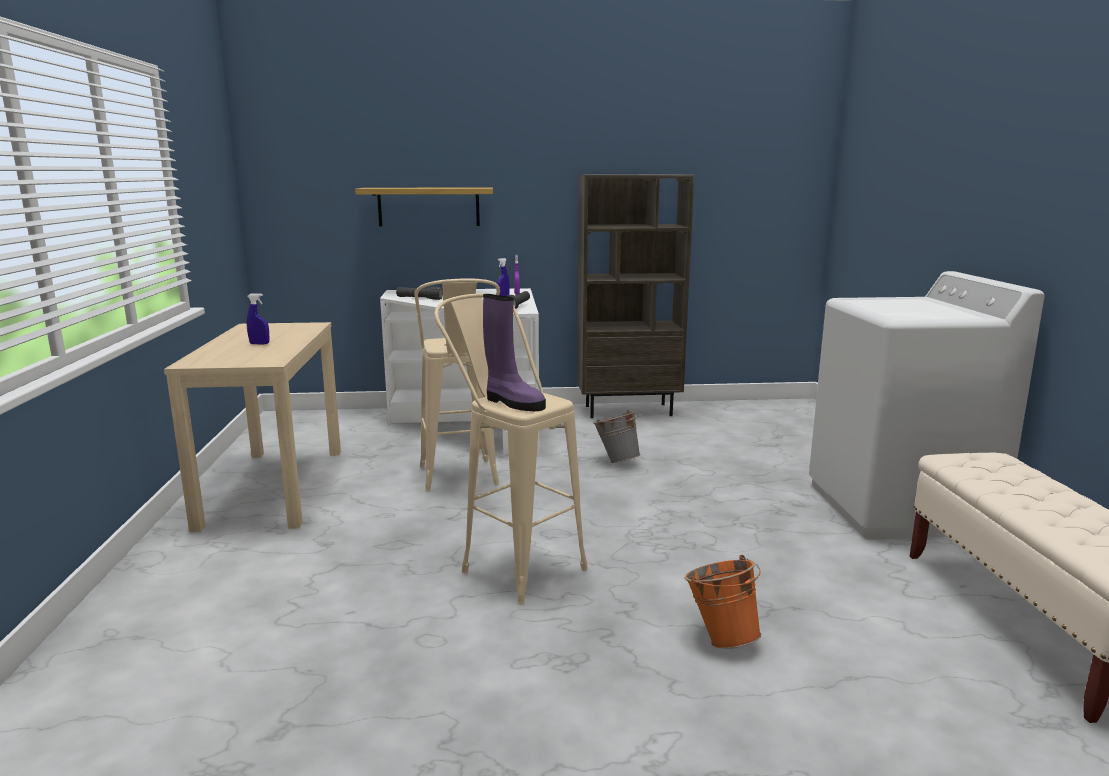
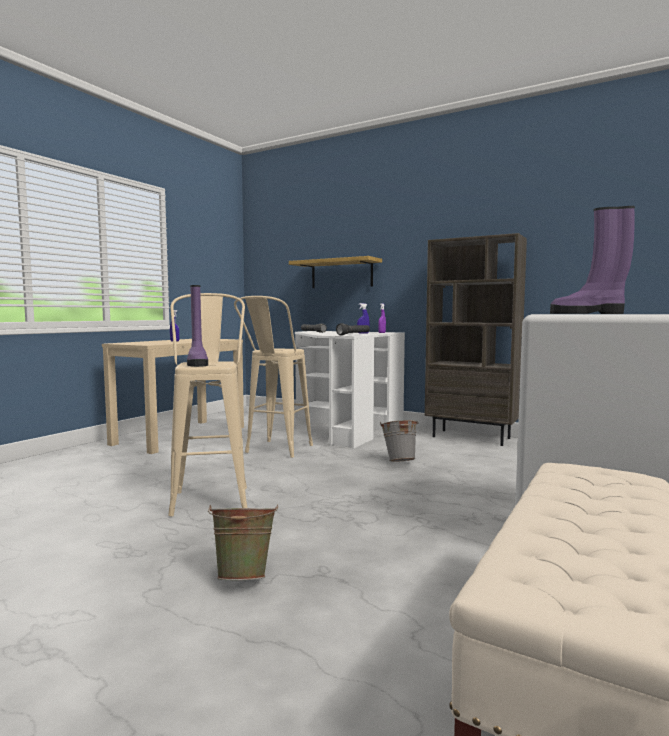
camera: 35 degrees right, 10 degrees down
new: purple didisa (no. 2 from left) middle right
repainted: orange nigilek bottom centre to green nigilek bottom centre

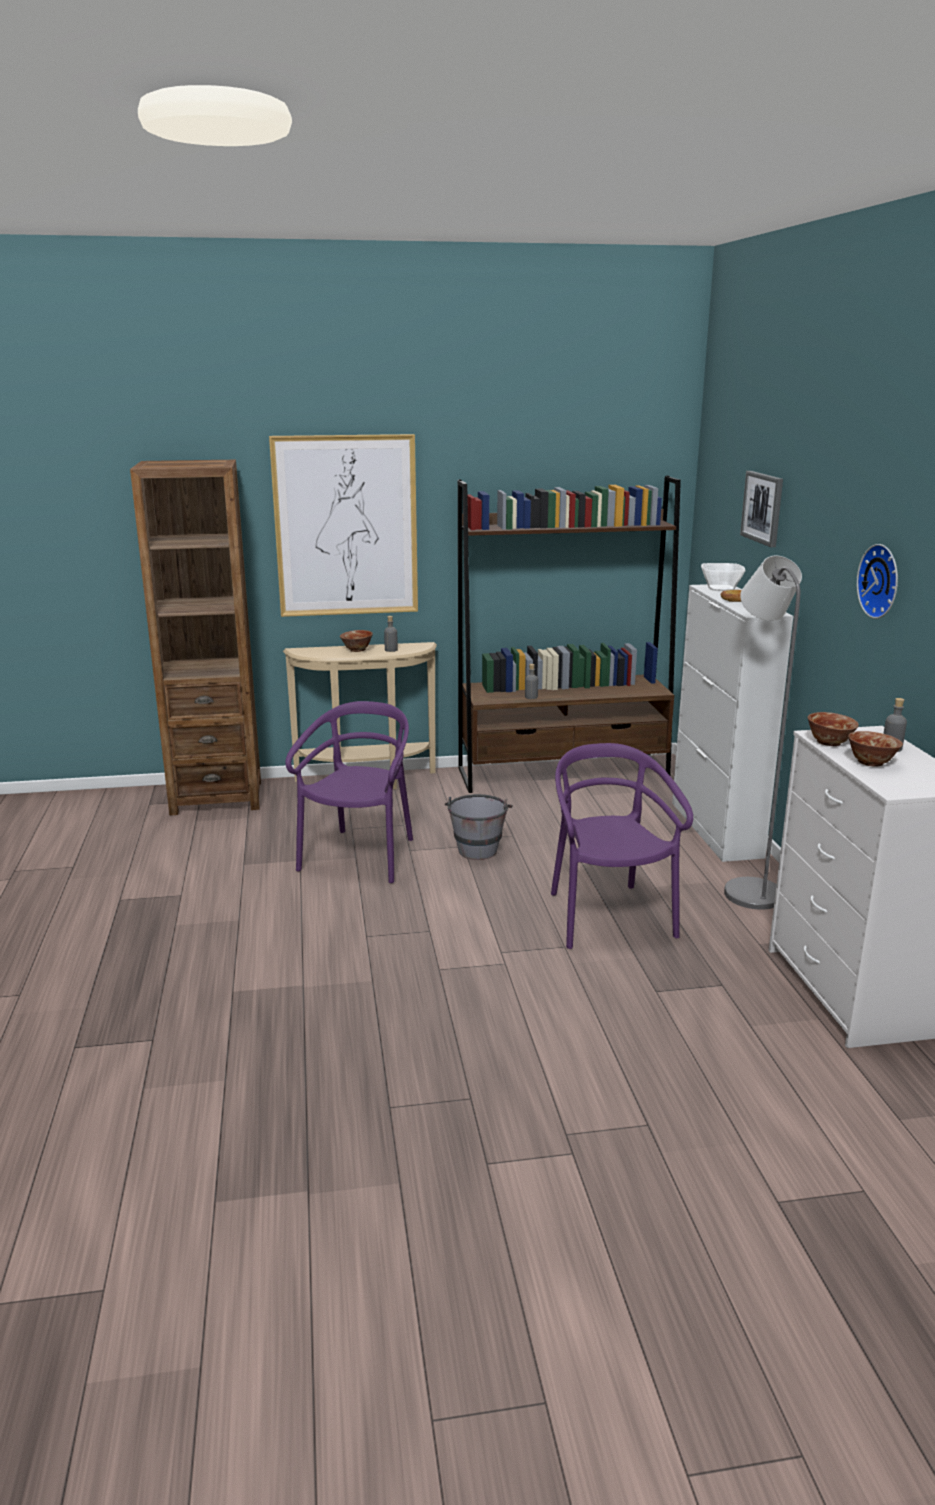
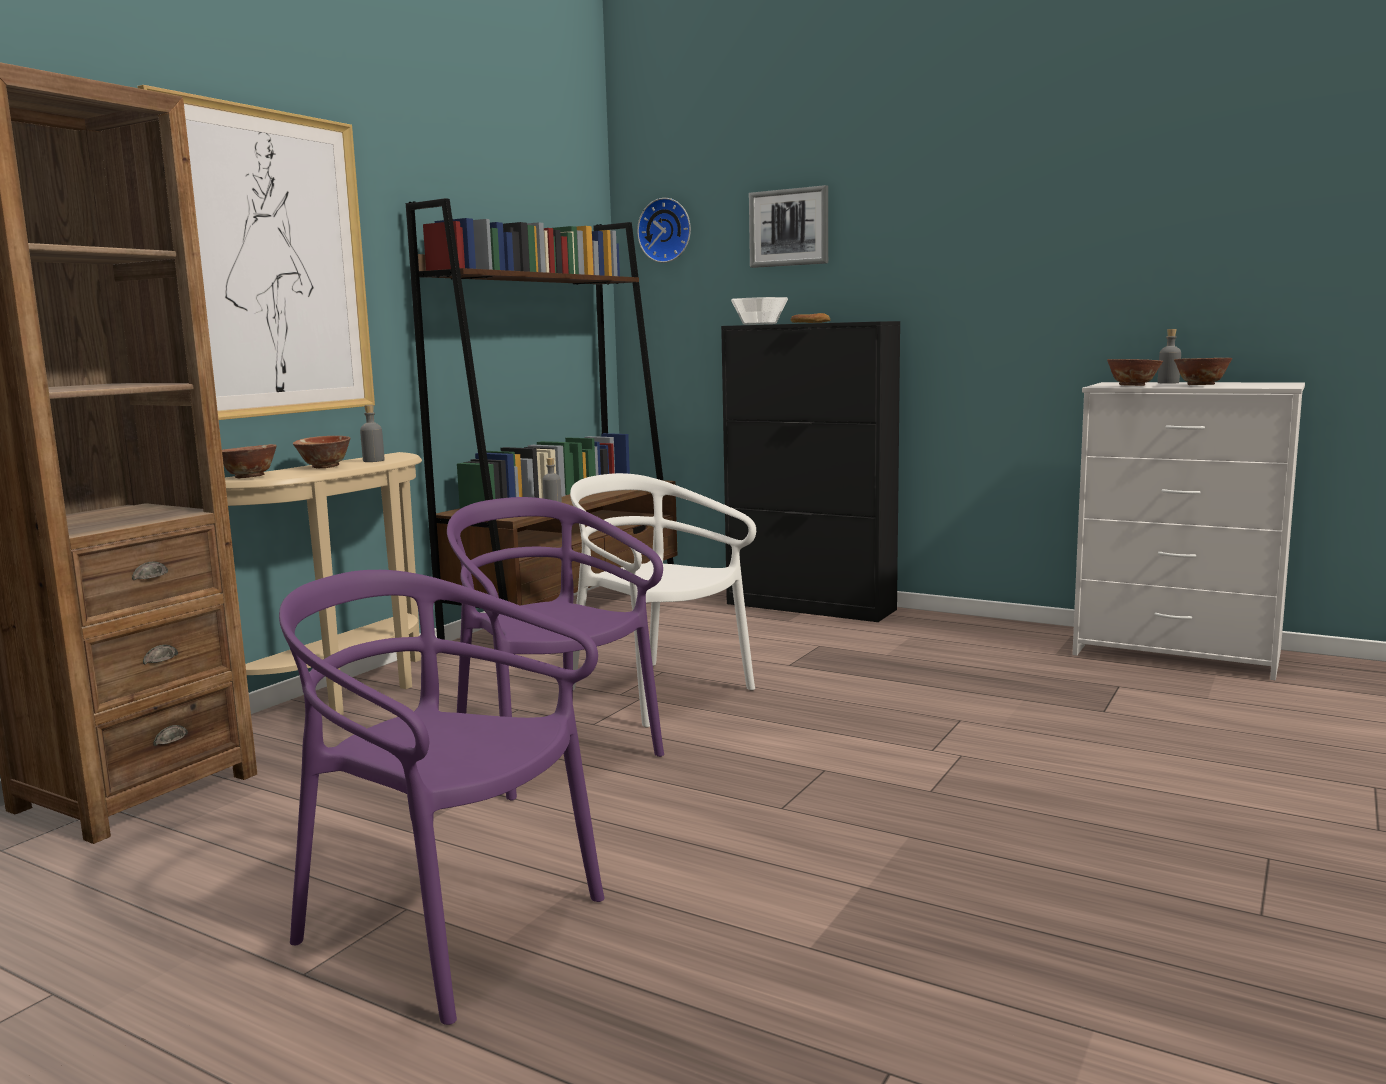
camera: 50 degrees left, 10 degrees down
gone: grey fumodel middle right
new: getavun (no. 1 from left) middle left
shifted: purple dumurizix (no. 2 from left in the first image) centre to purple dumurizix (no. 1 from left) bottom left; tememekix middle right to top centre
swapped: grey nigilek centre to white dumurizix centre
repainted: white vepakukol middle right to black vepakukol centre

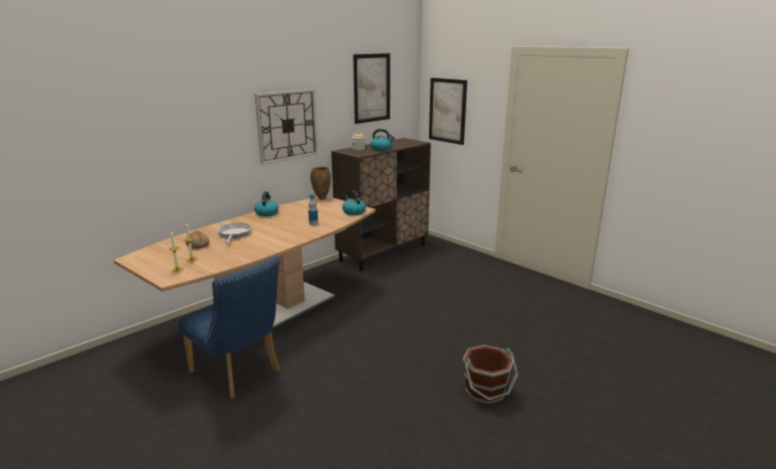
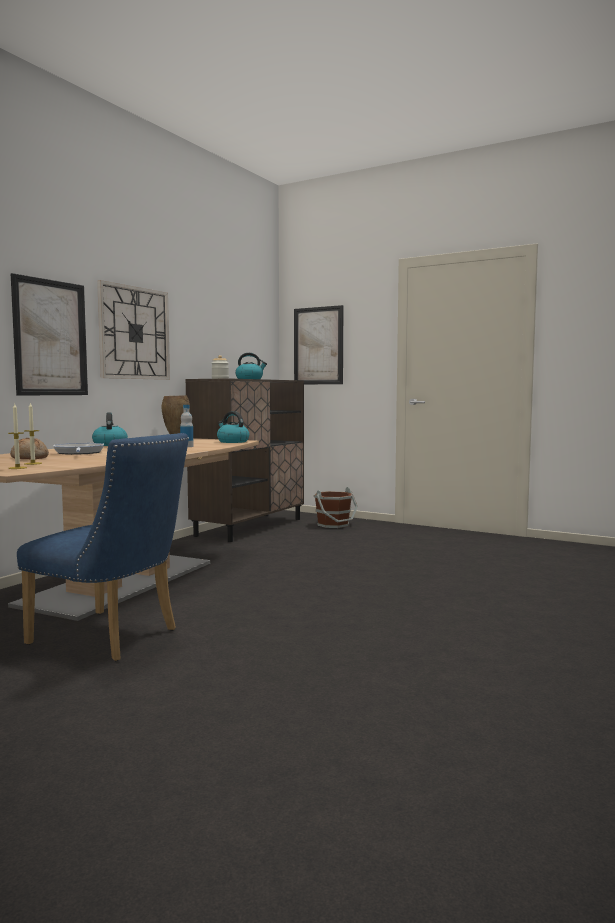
camera: 15 degrees left, 15 degrees down
shifted: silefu (no. 1 from left) top centre to middle left; brown nigilek bottom centre to centre

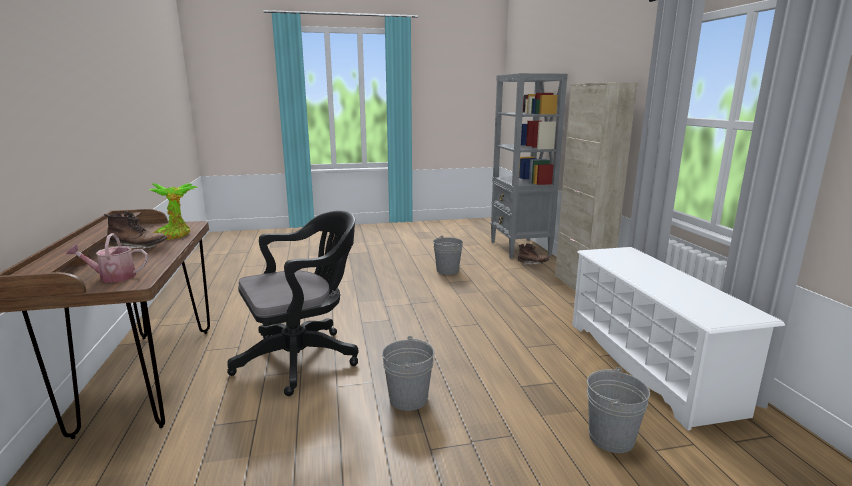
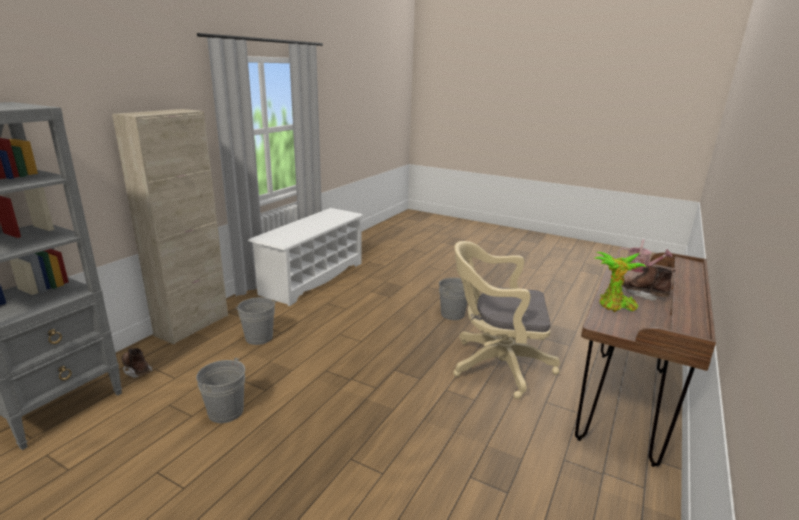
camera: 140 degrees left, 5 degrees up
shifted: grey nigilek (no. 3 from left in the first image) bottom right to grey nigilek (no. 2 from left) middle left
repainted: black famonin centre to beige famonin centre

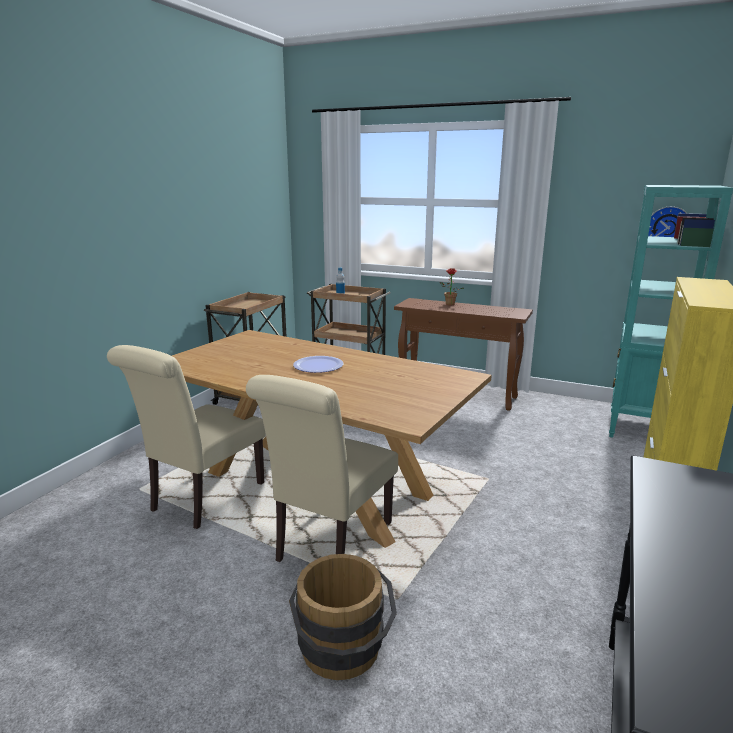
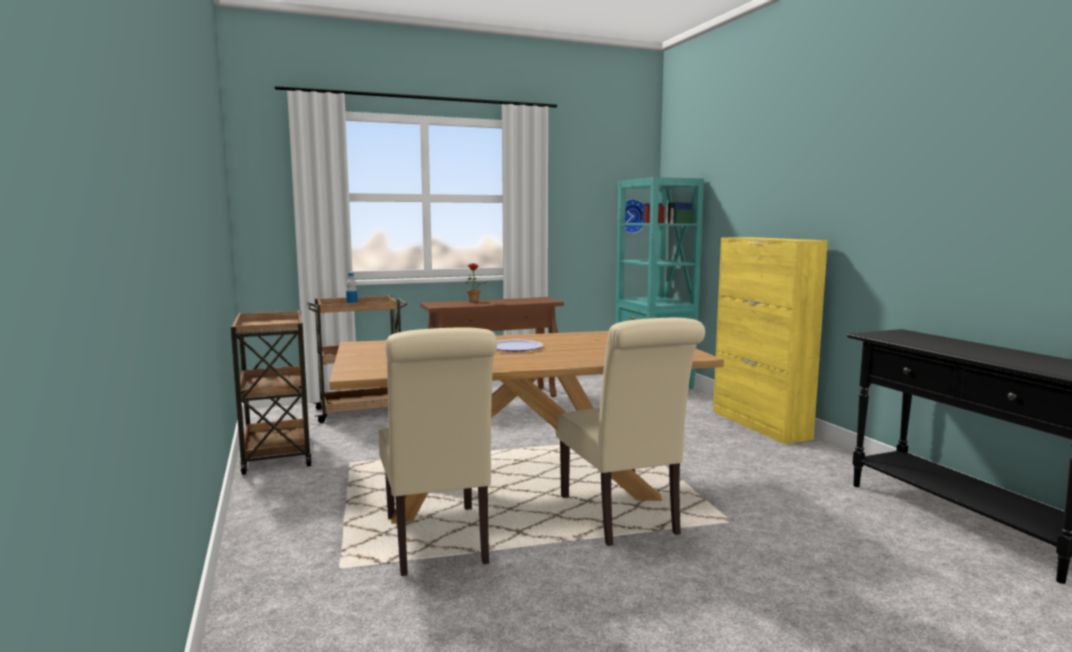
camera: 45 degrees left, 10 degrees down
gone: brown nigilek bottom centre

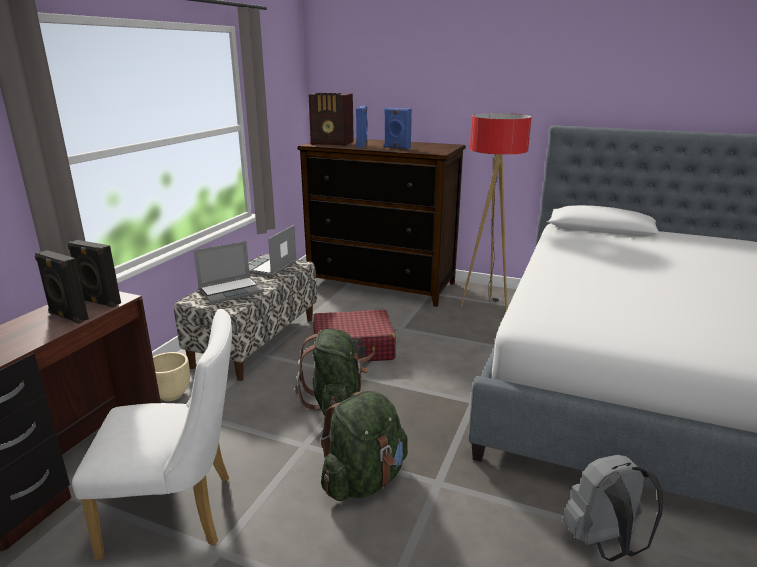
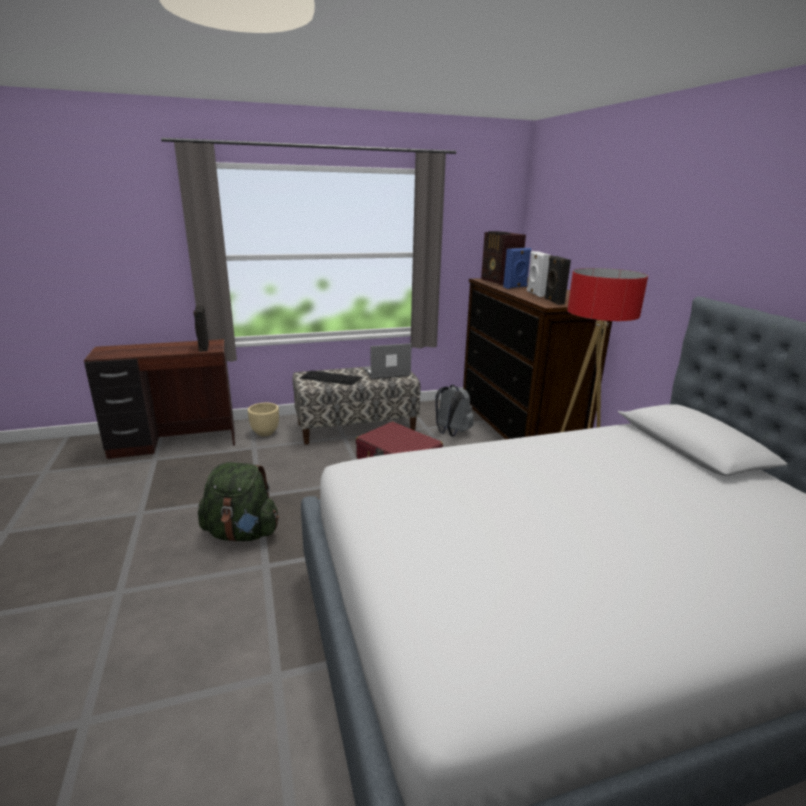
camera: 50 degrees right, 0 degrees up
gone: white dumurizix bottom left; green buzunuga (no. 1 from left) centre
shifted: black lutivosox (no. 1 from left in the first image) middle left to black lutivosox (no. 2 from left) middle right; grey buzunuga bottom right to centre
swapped: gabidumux (no. 1 from left) middle left to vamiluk centre
repainted: blue lutivosox (no. 2 from left) top centre to white lutivosox middle right

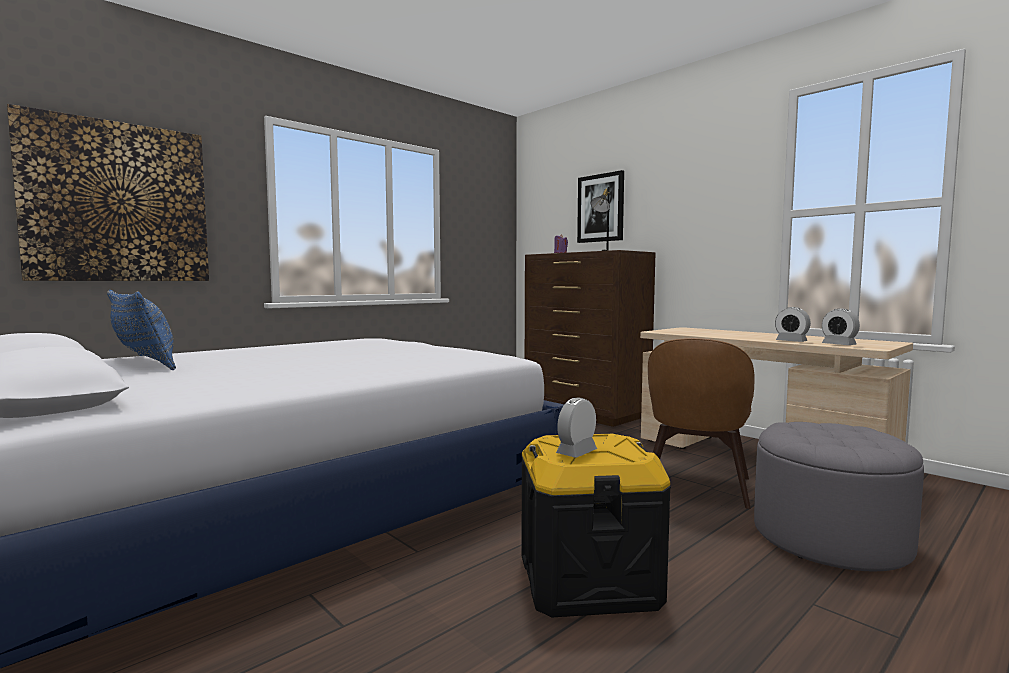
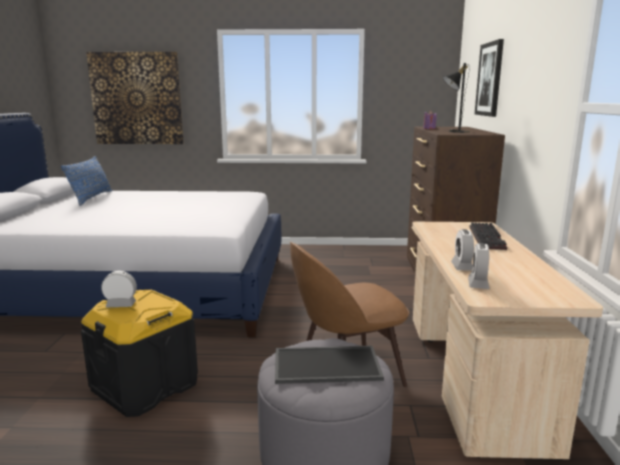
camera: 45 degrees right, 10 degrees up
new: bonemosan bottom centre; vamiluk middle right

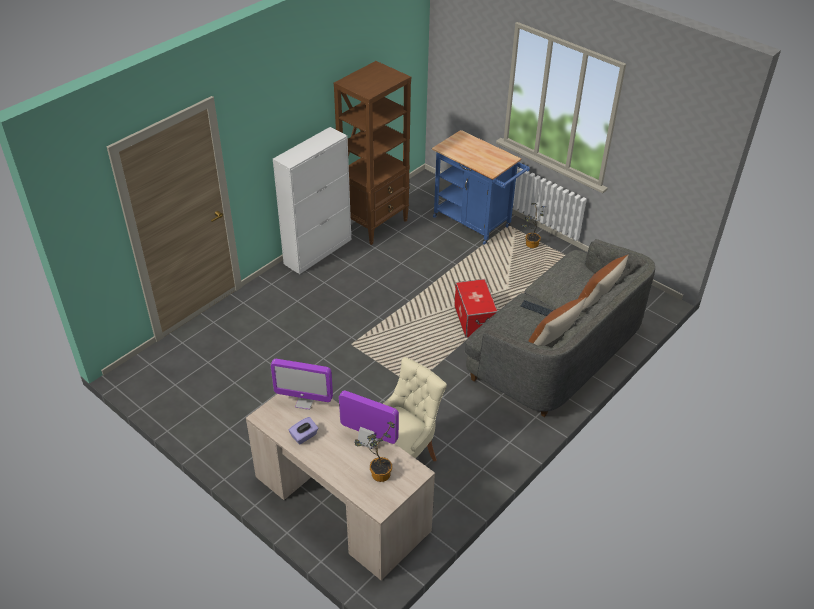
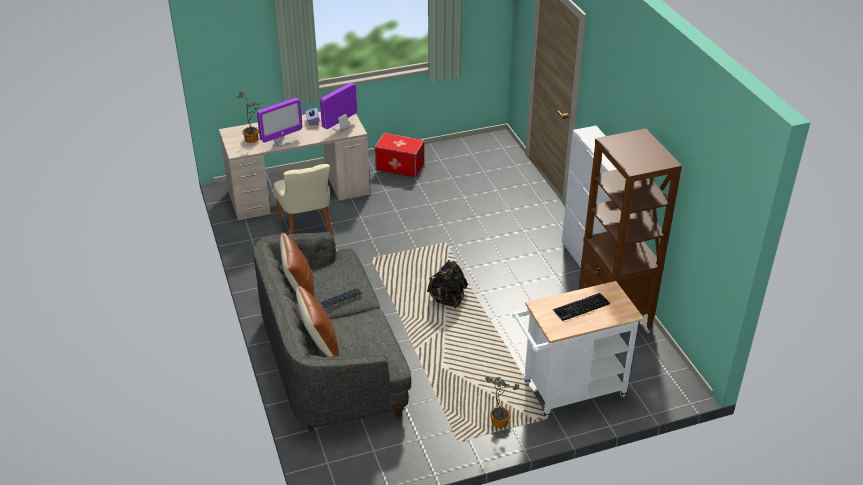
camera: 120 degrees right, 5 degrees down
new: black buzunuga centre; vamiluk (no. 2 from left) middle right
shifted: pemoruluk centre to top centre
repainted: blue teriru top centre to white teriru bottom right

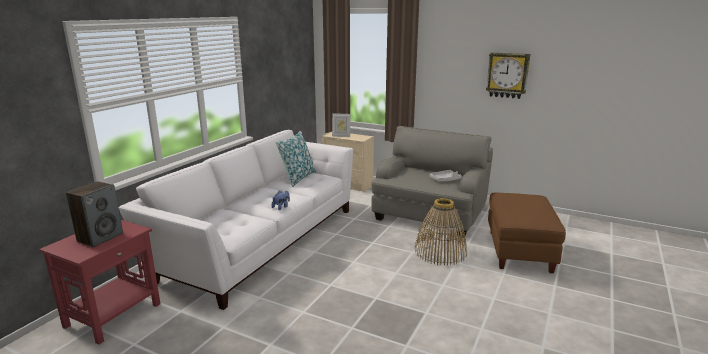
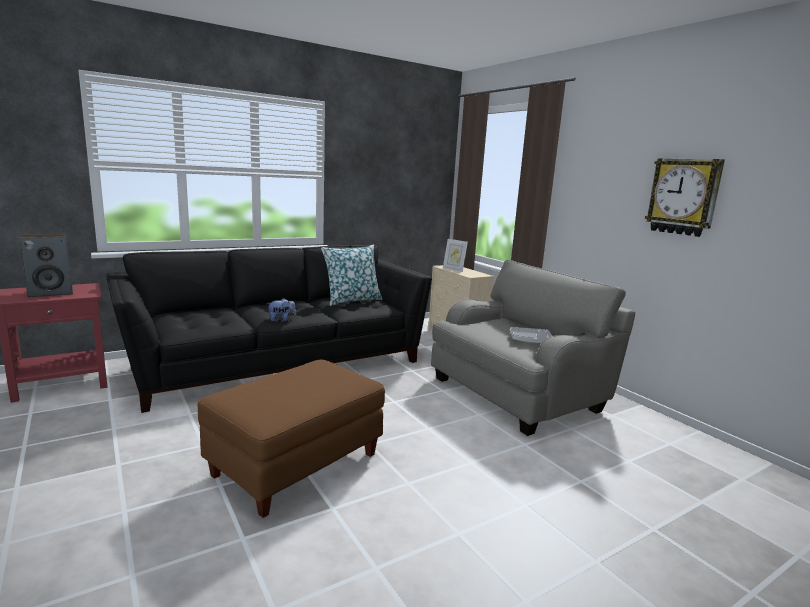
camera: 30 degrees right, 5 degrees down
gone: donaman centre
shifted: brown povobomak middle right to bottom centre
repainted: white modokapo centre to black modokapo middle left

